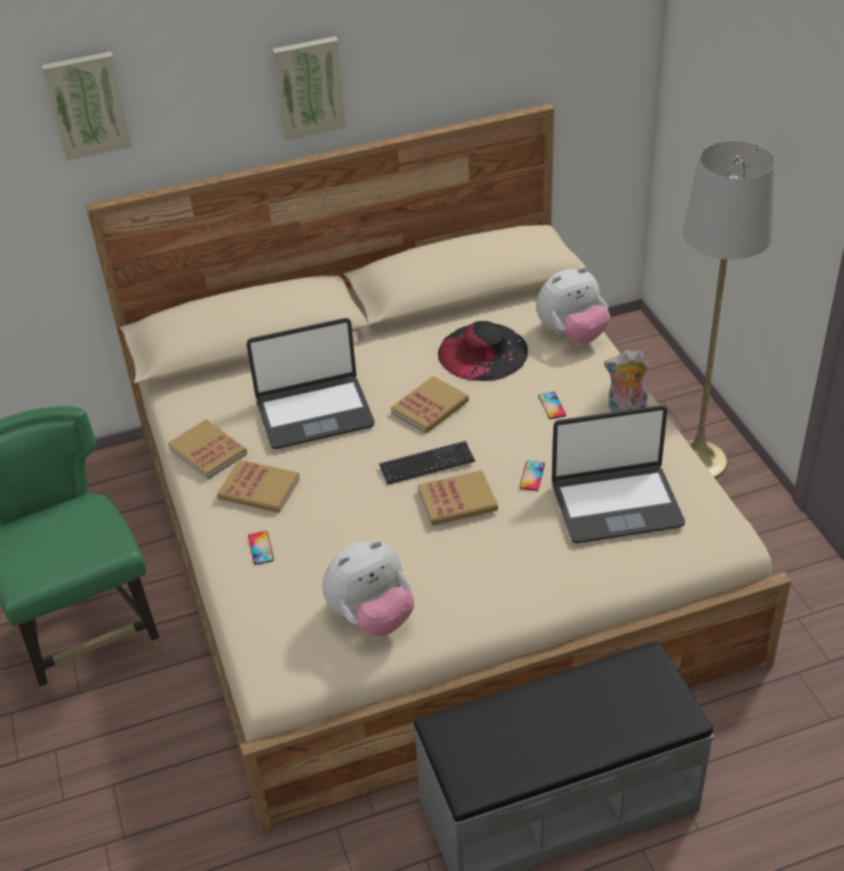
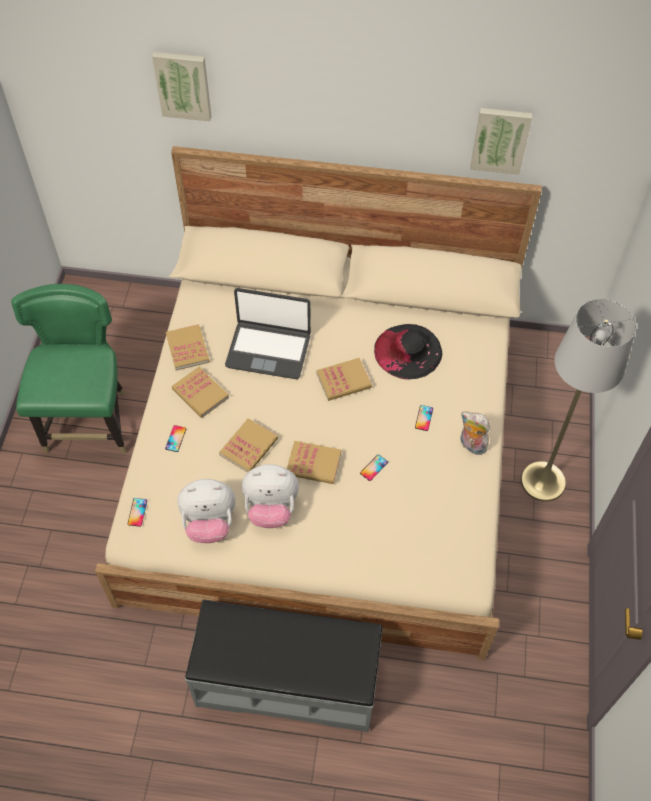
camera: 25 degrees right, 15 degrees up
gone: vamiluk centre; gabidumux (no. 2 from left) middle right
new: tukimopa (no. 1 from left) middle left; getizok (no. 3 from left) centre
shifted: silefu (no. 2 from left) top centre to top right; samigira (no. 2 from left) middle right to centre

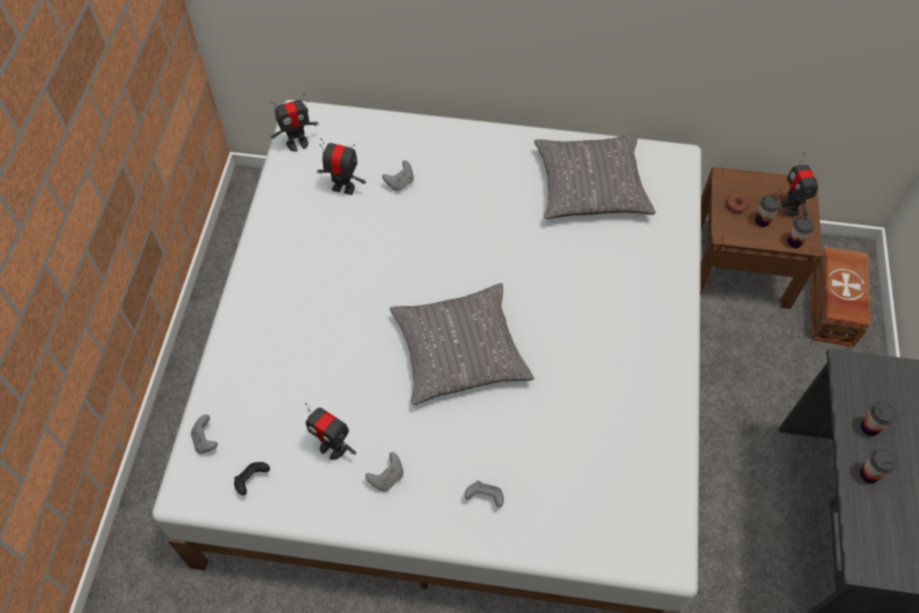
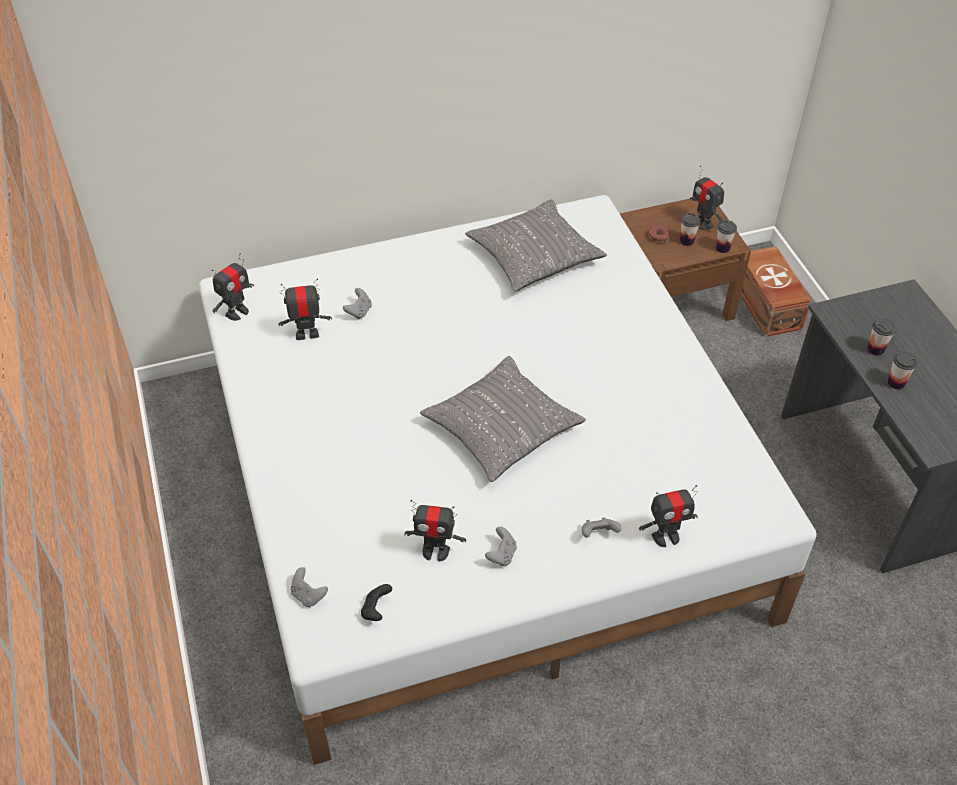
camera: 25 degrees left, 10 degrees down
new: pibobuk (no. 4 from left) middle right

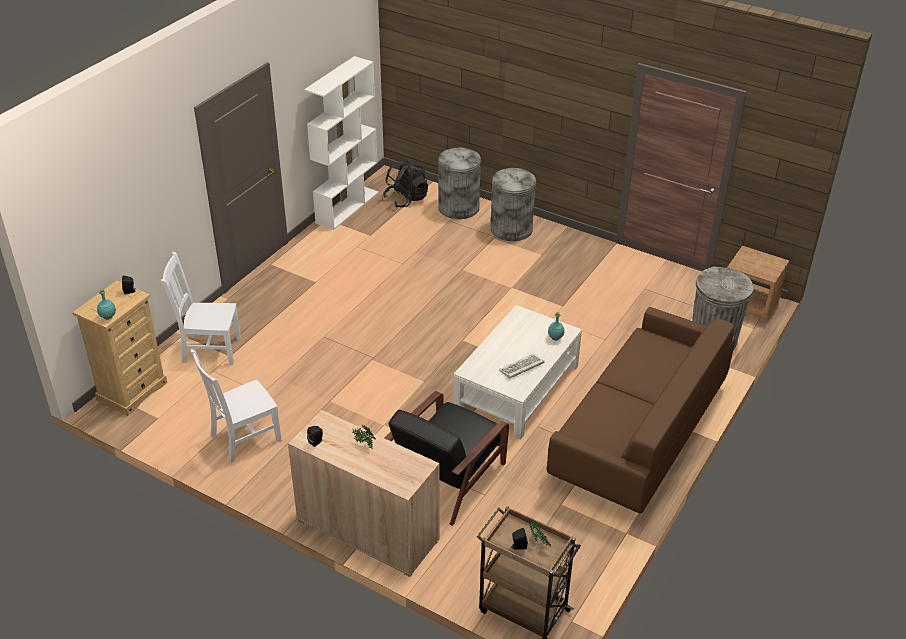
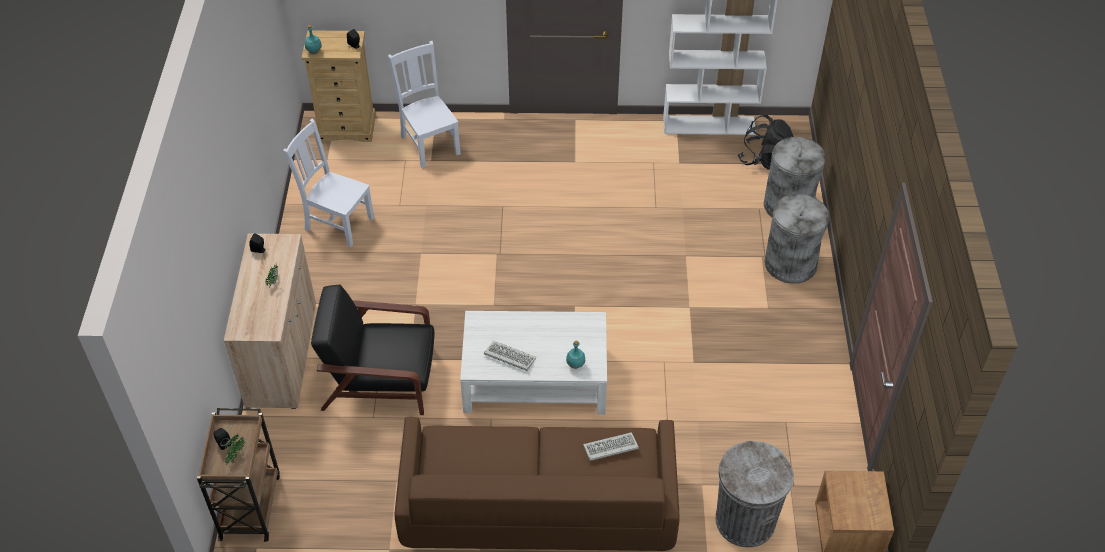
camera: 60 degrees right, 10 degrees up
new: vamiluk (no. 2 from left) bottom centre

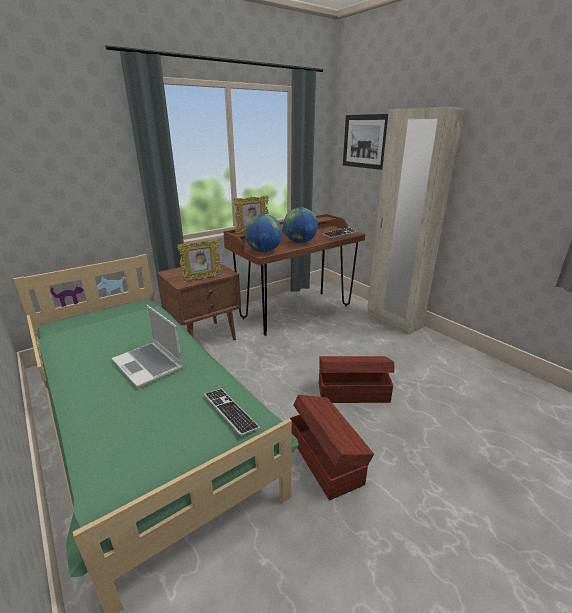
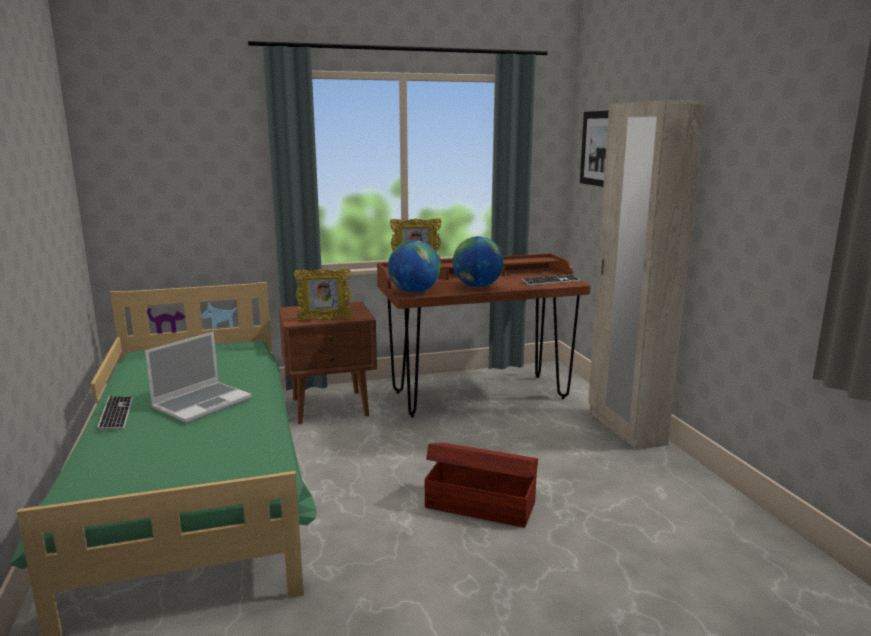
camera: 20 degrees right, 10 degrees down
gone: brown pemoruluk (no. 1 from left) bottom centre
shifted: vamiluk (no. 1 from left) bottom centre to middle left
rotated: gabidumux middle left = middle left 120 degrees counterclockwise

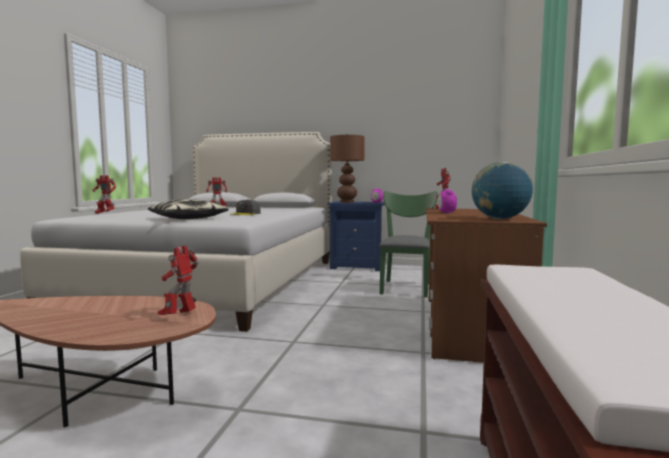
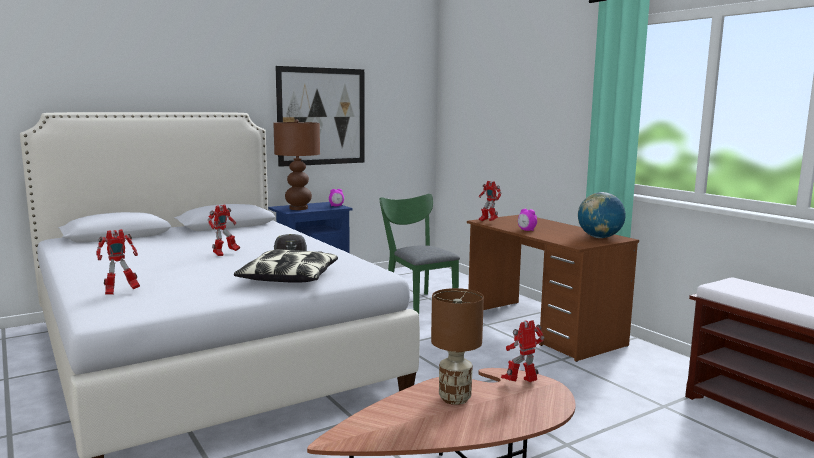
camera: 45 degrees left, 5 degrees up
new: silefu top centre; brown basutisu (no. 2 from left) bottom centre
rotated: pibobuk (no. 2 from left in the first image) middle left = bottom centre 90 degrees clockwise

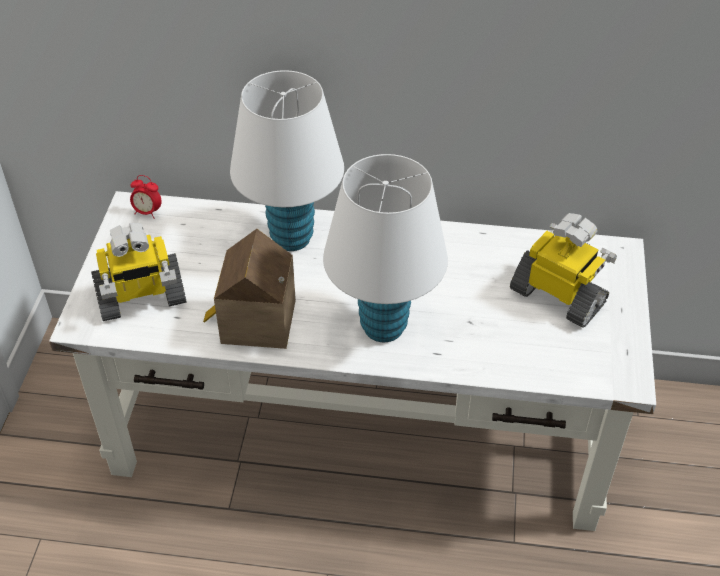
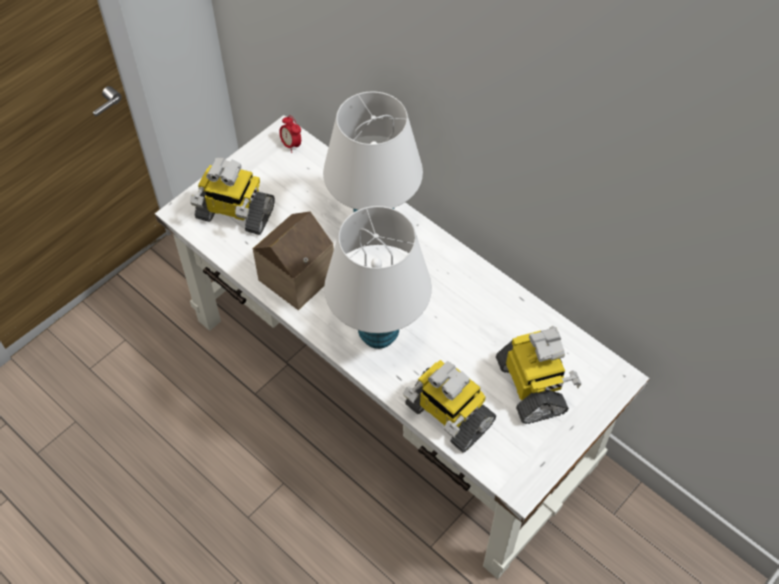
camera: 35 degrees right, 10 degrees up
new: pibobuk (no. 2 from left) bottom centre

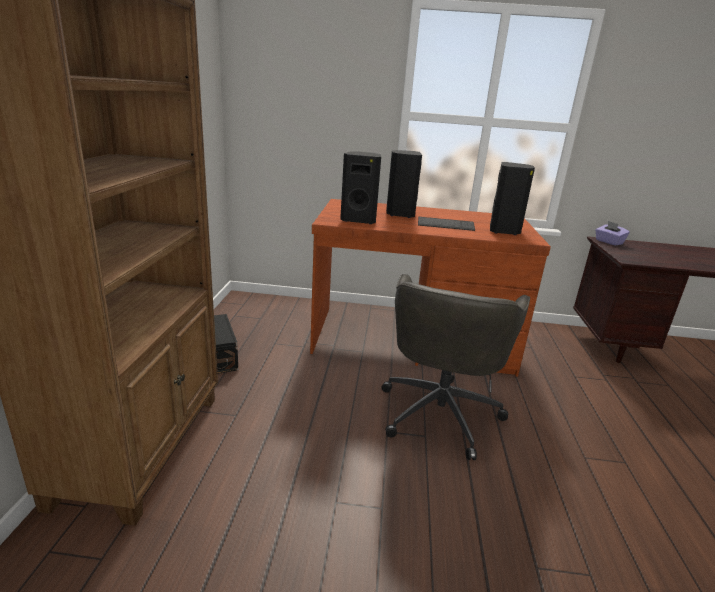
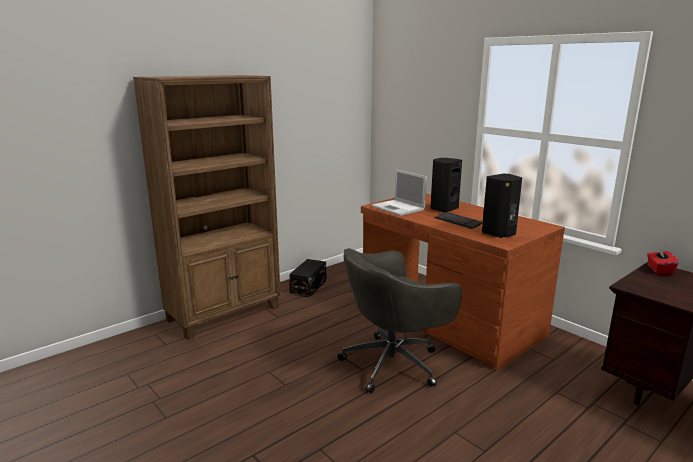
camera: 45 degrees right, 5 degrees down
swapped: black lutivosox (no. 1 from left) top centre to gabidumux centre
repainted: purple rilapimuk middle right to red rilapimuk middle right

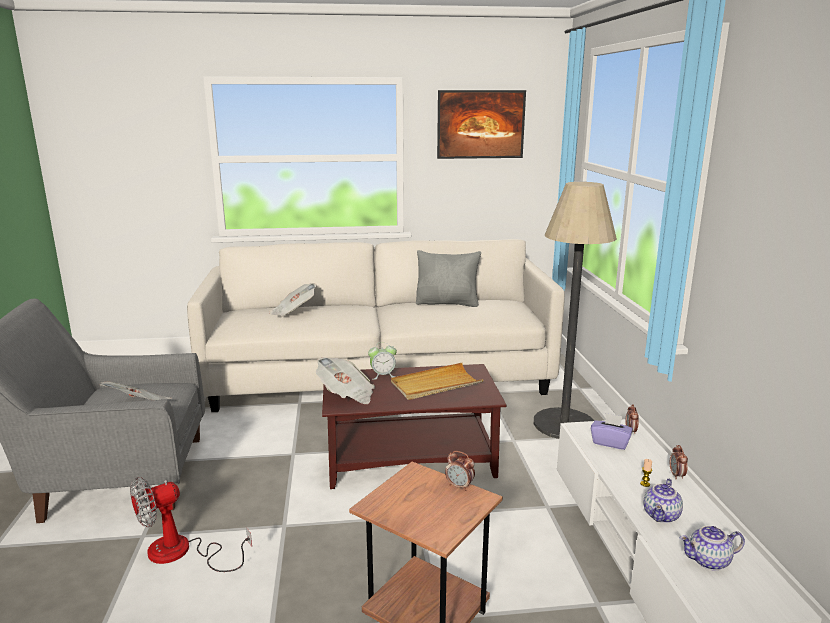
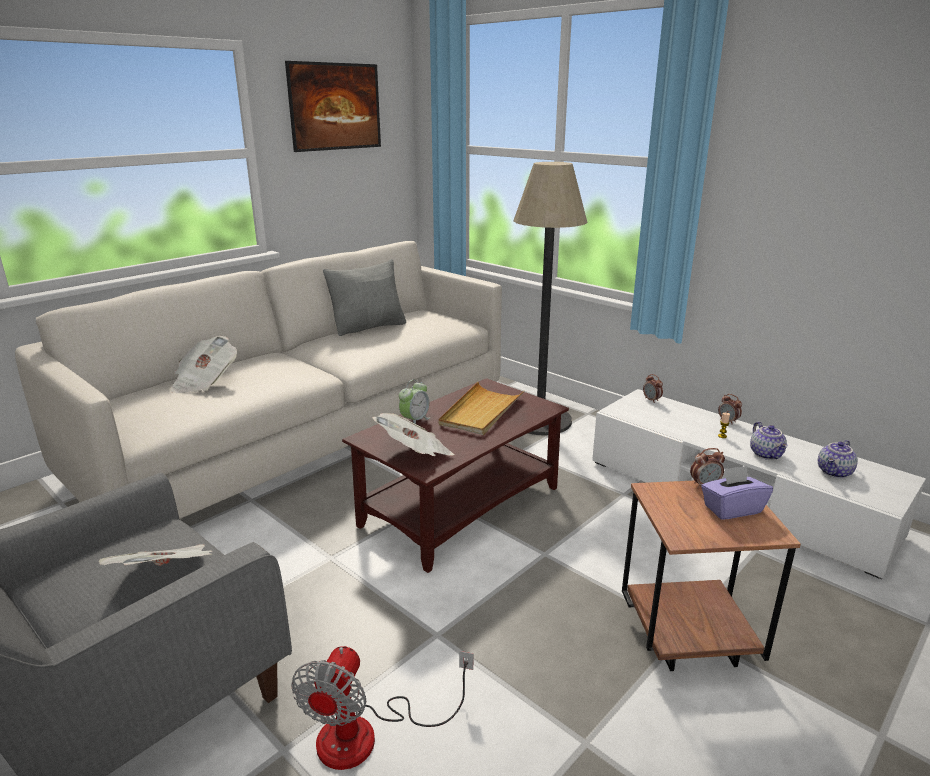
camera: 40 degrees left, 5 degrees up
shifted: purple rilapimuk bottom right to middle right

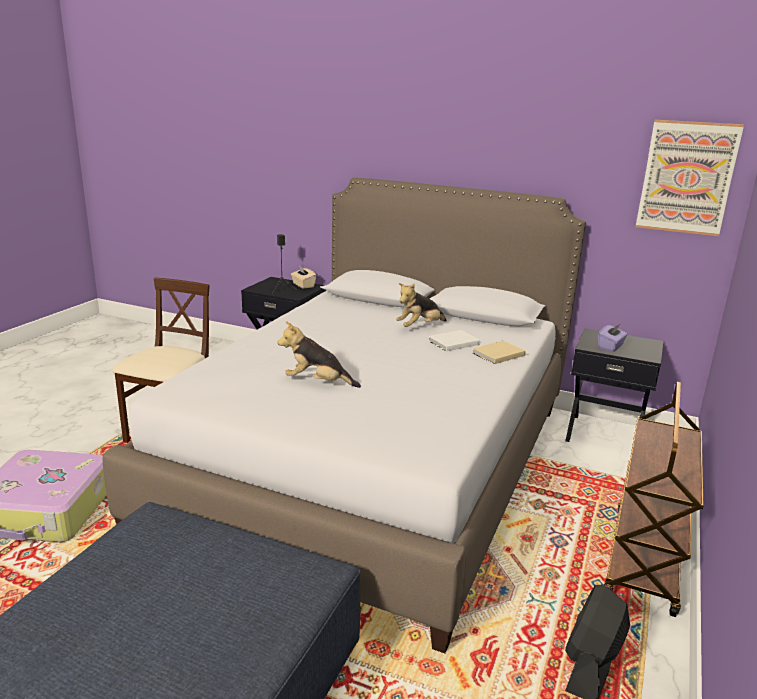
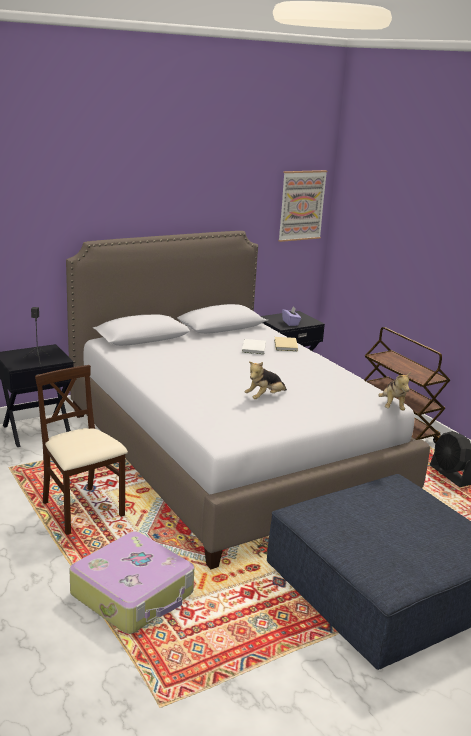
camera: 55 degrees left, 0 degrees up
gone: beige rilapimuk centre
shifted: samigira (no. 2 from left) centre to middle right

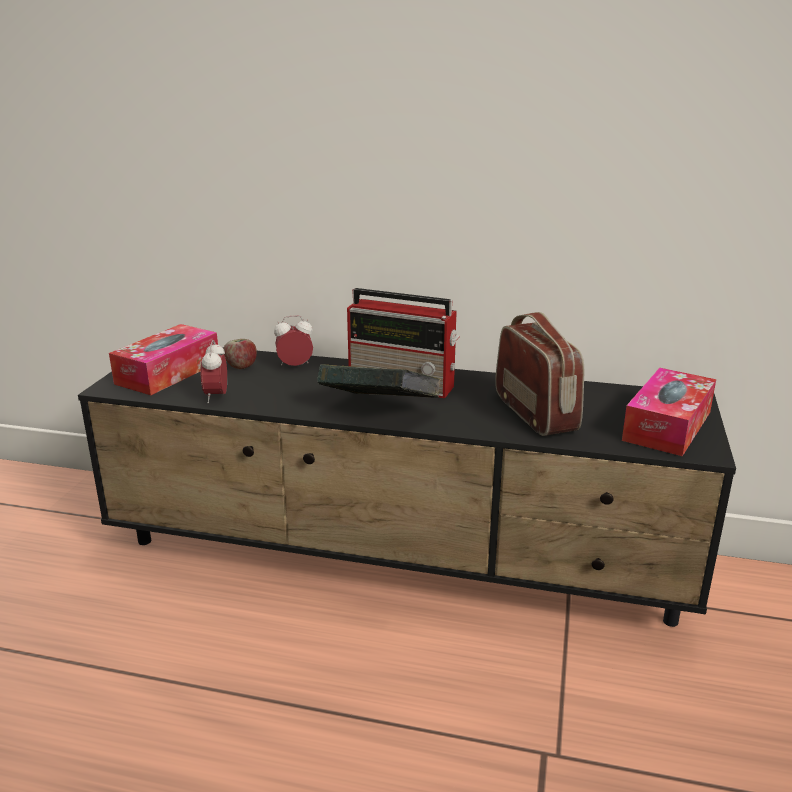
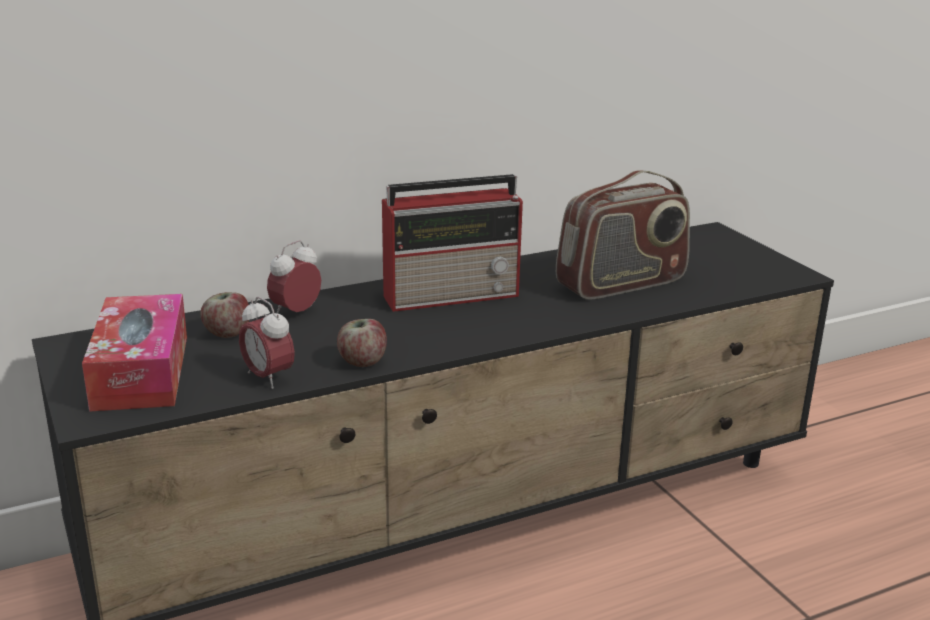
camera: 40 degrees left, 0 degrees up
gone: getizok centre; rilapimuk (no. 2 from left) middle right
new: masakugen (no. 2 from left) centre
rotated: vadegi (no. 2 from left) middle right = middle right 120 degrees clockwise

